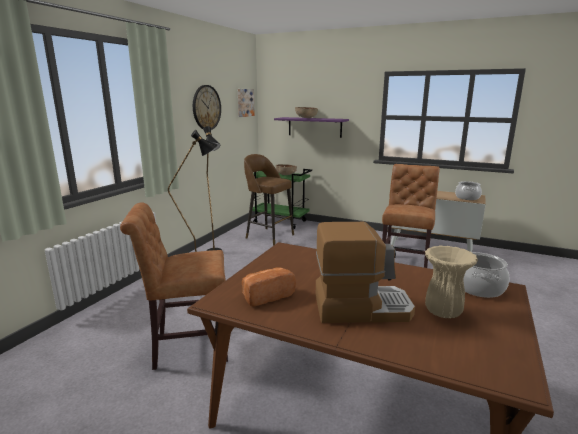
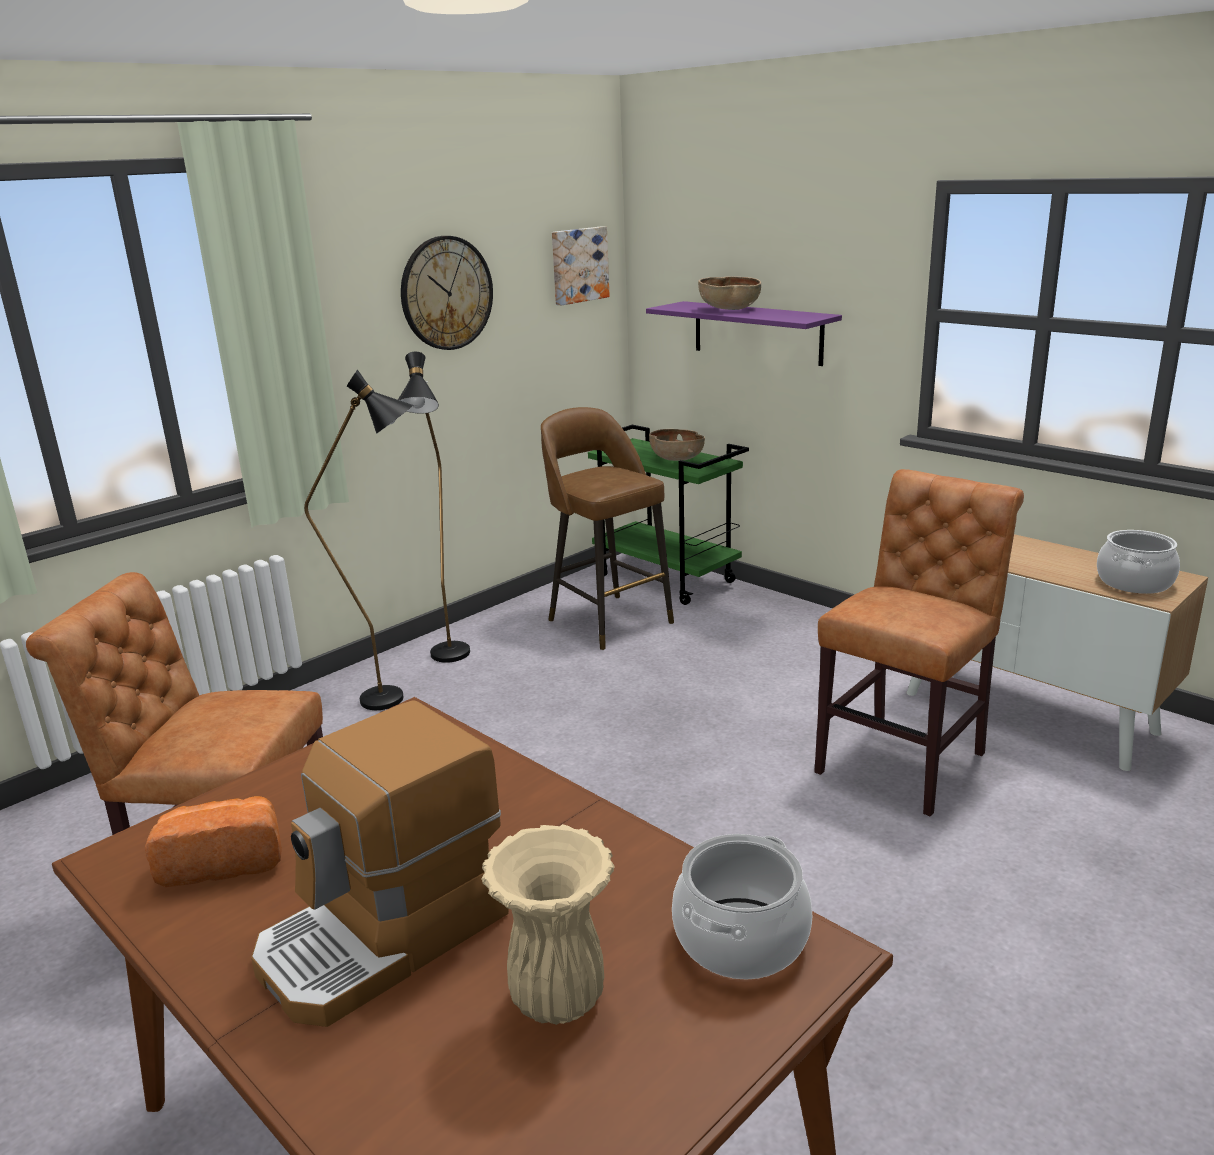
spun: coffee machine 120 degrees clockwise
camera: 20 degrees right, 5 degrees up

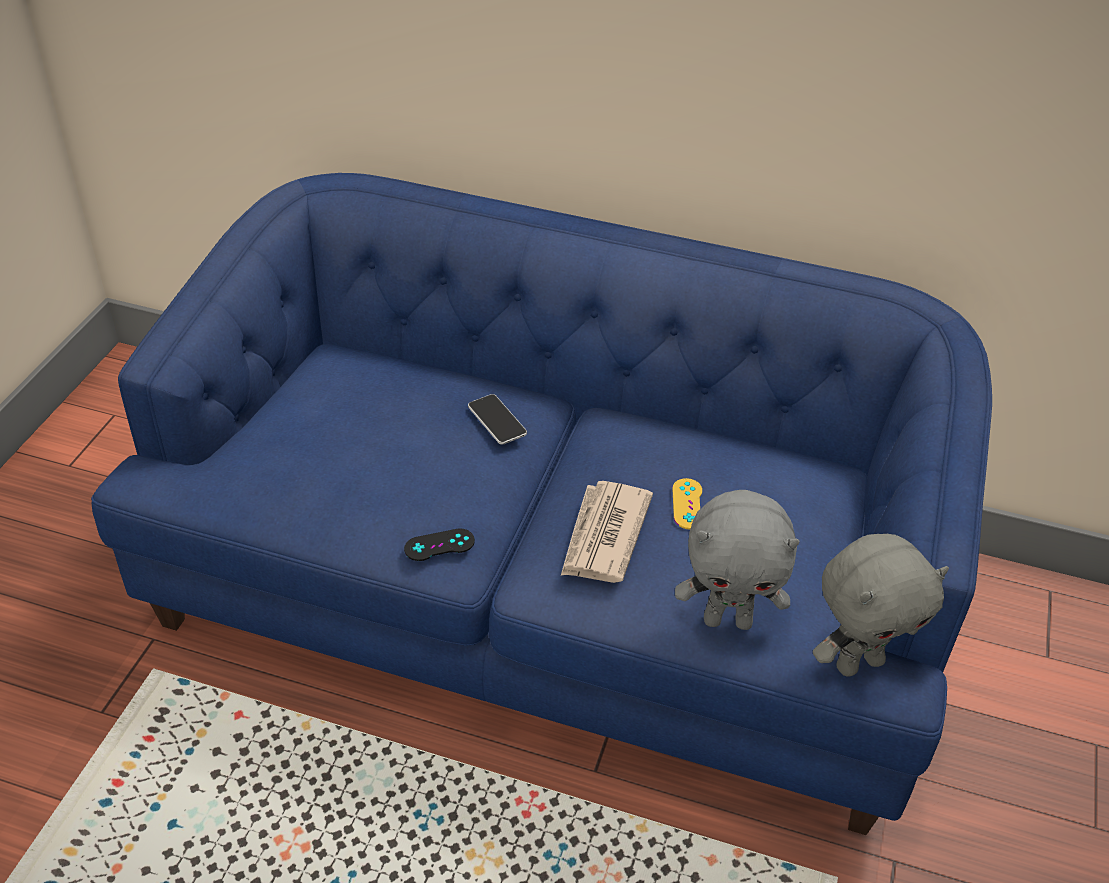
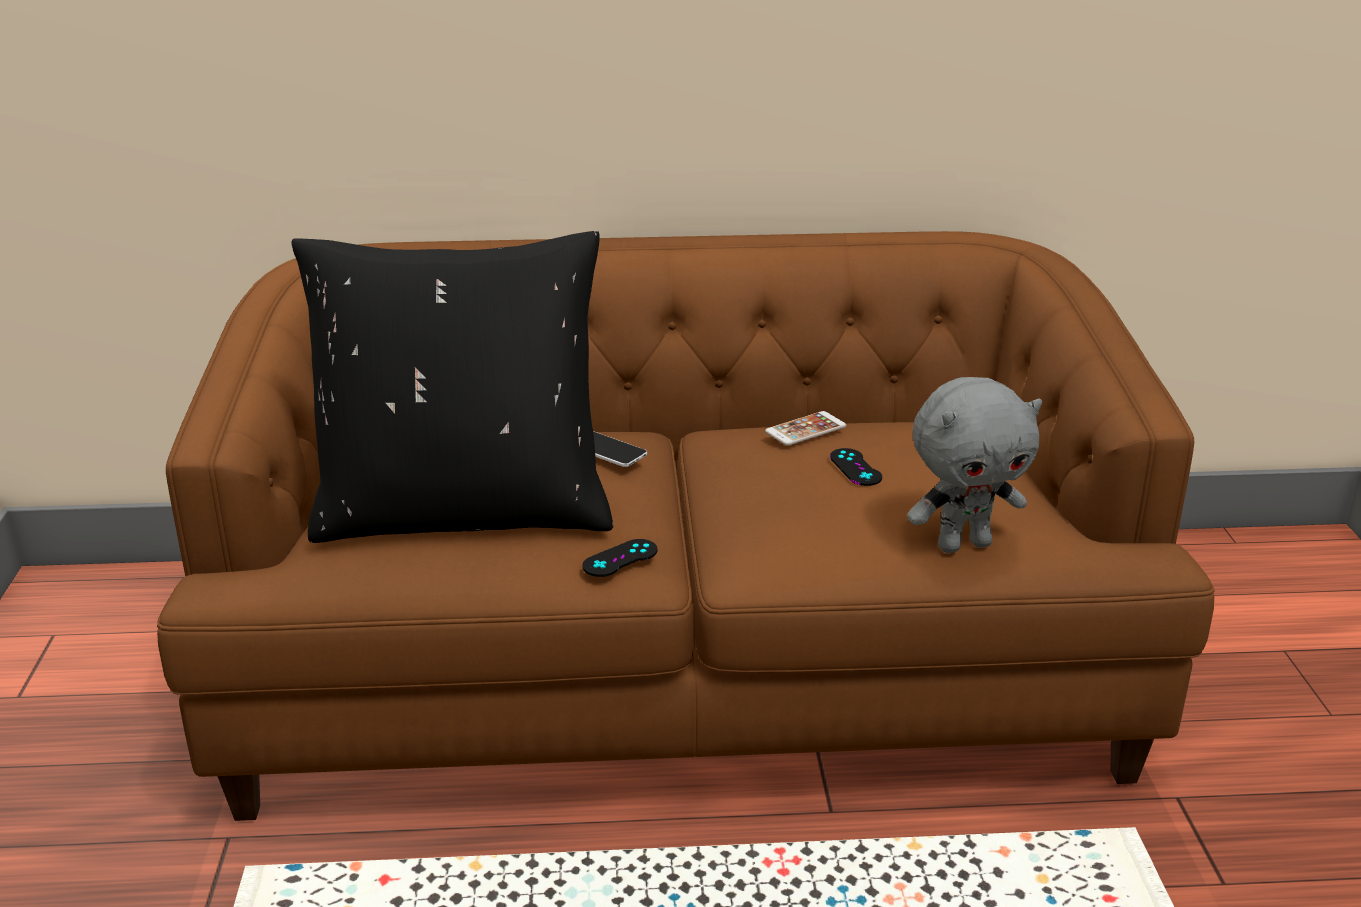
missing: newspaper; grey plush toy (no. 2 from left)
appeared: black pillow; phone (no. 2 from left)
colour: blue sofa to brown sofa; yellow game controller to black game controller (no. 2 from left)
camera: 20 degrees left, 15 degrees down

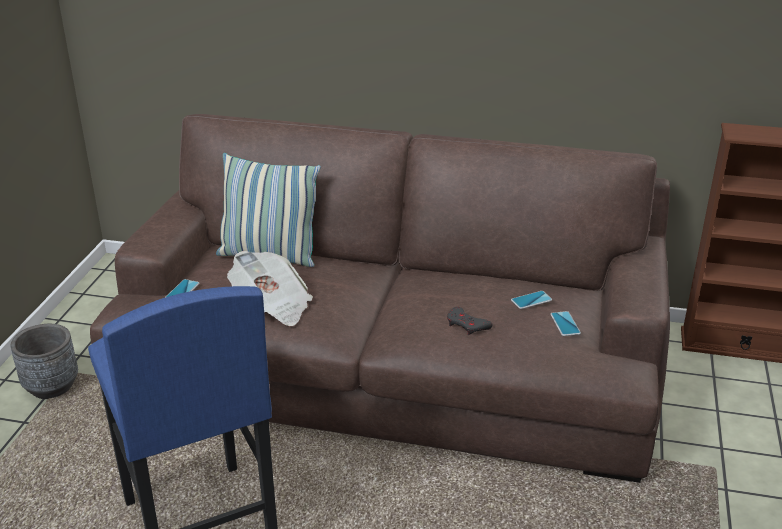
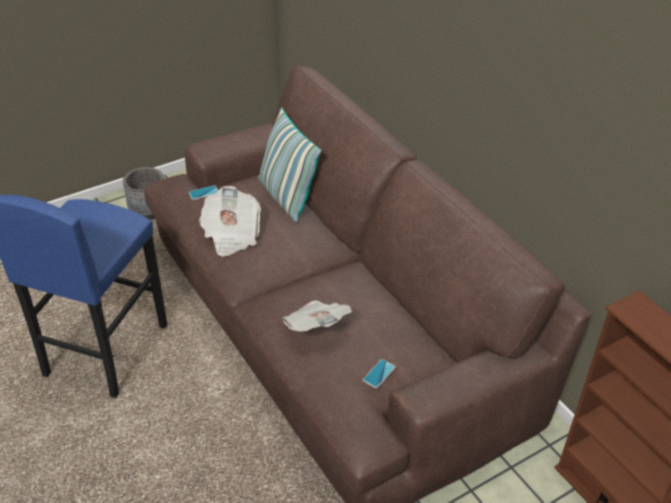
missing: phone (no. 2 from left)
exchanged: grey game controller to newspaper (no. 2 from left)
camera: 45 degrees right, 10 degrees up

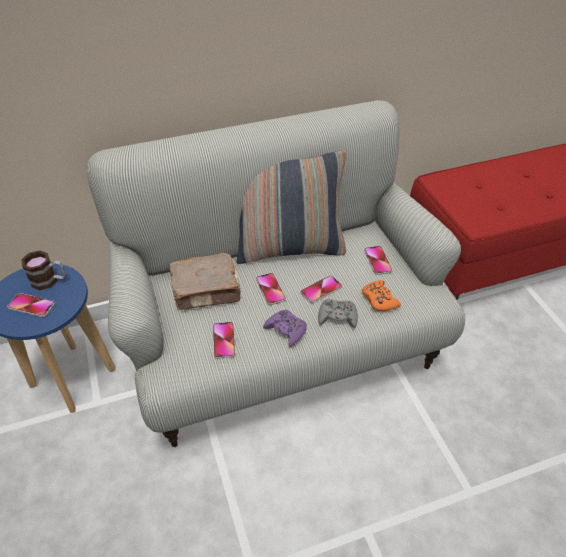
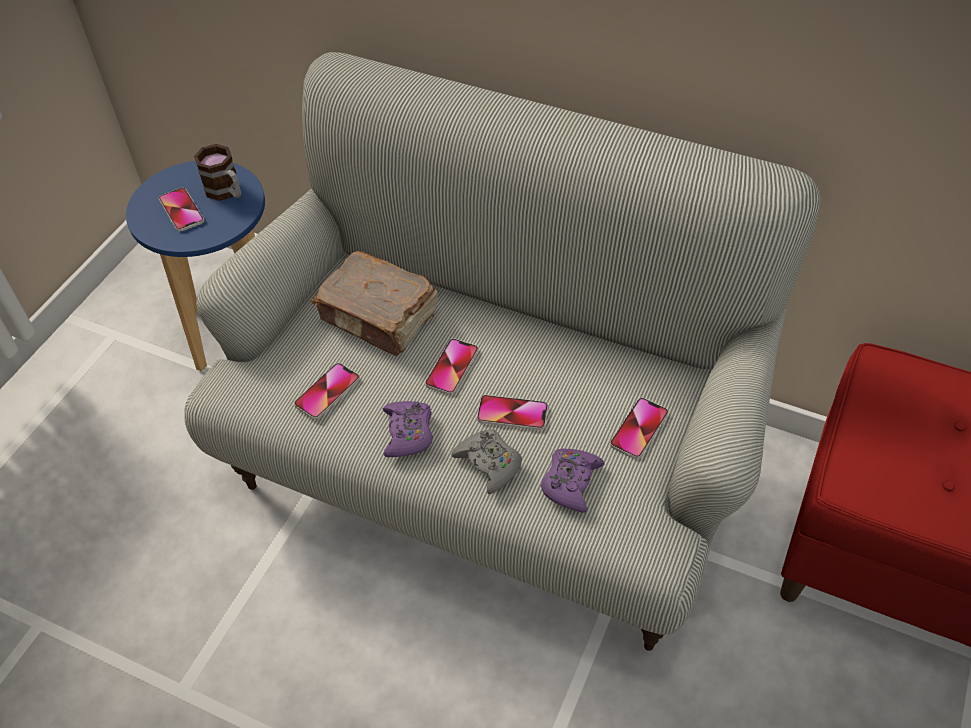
missing: pillow
colour: orange game controller to purple game controller (no. 2 from left)
camera: 45 degrees right, 5 degrees up

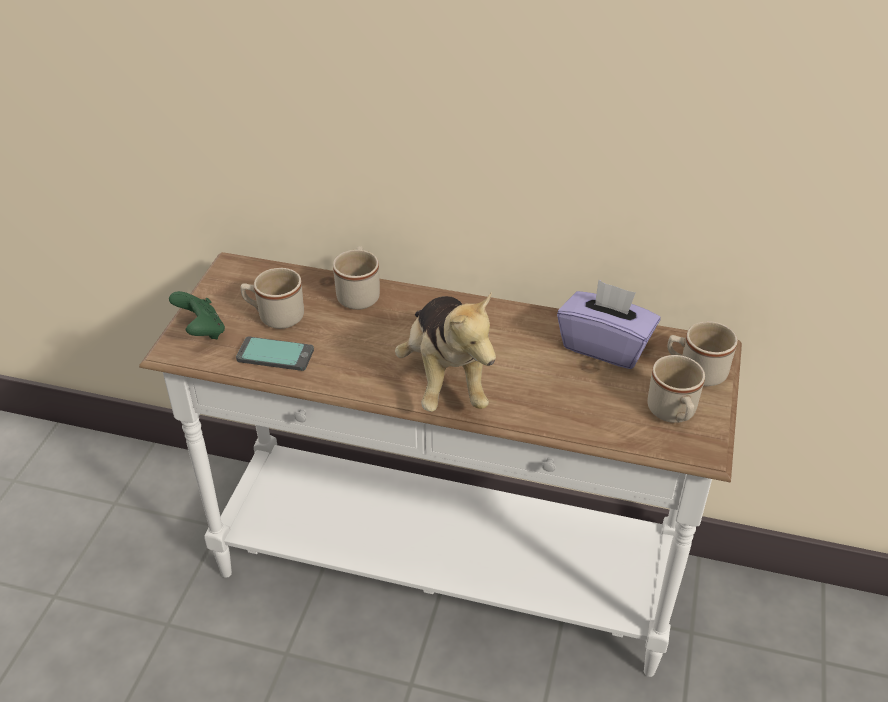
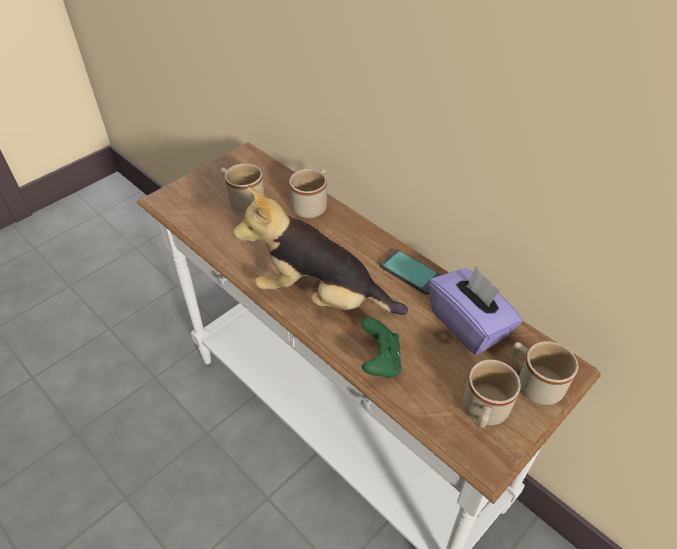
relocated: green game controller; phone
spun: plush toy 90 degrees clockwise
camera: 30 degrees right, 5 degrees up

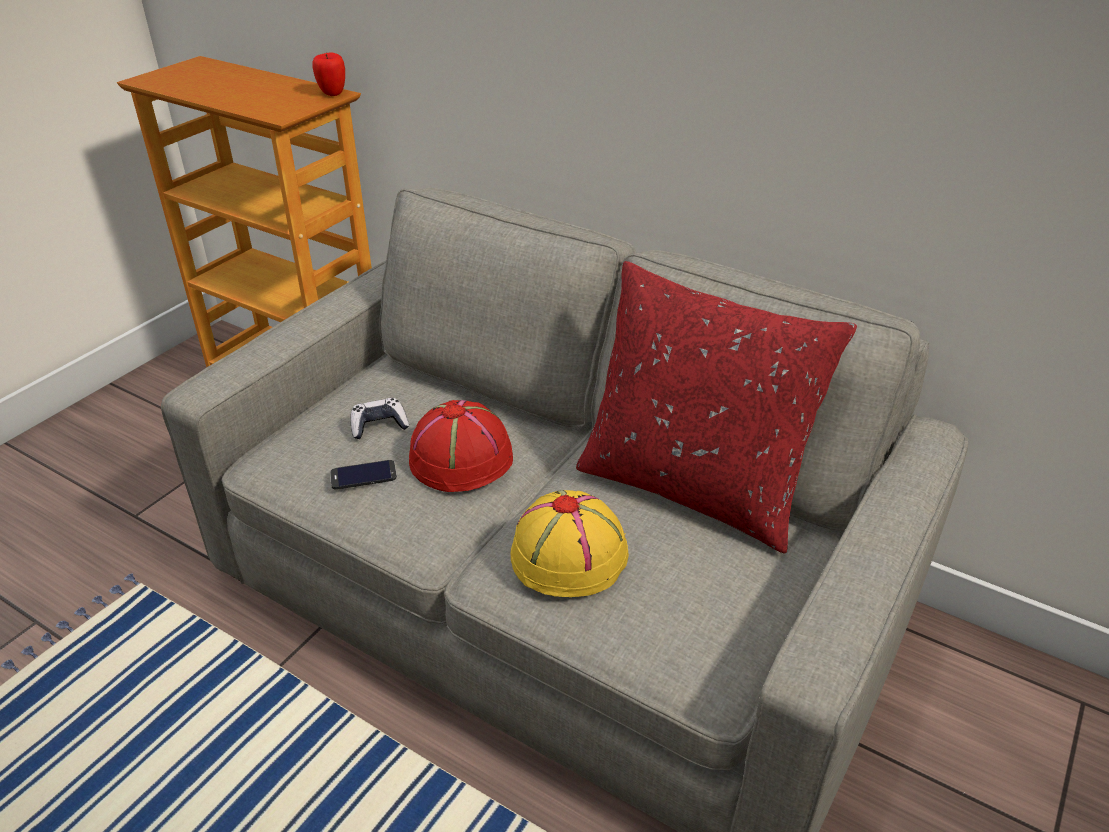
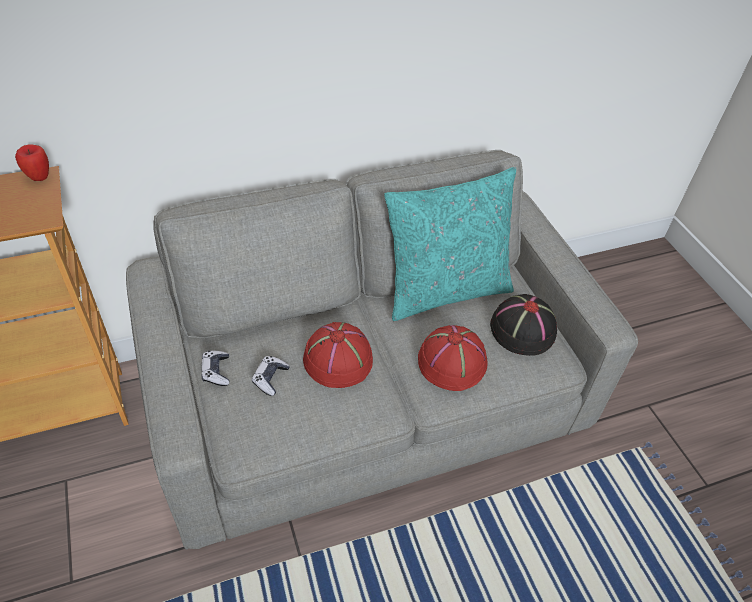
missing: phone
appeared: black hat; game controller (no. 1 from left)
colour: red pillow to turquoise pillow; yellow hat to red hat (no. 2 from left)
camera: 55 degrees left, 10 degrees up

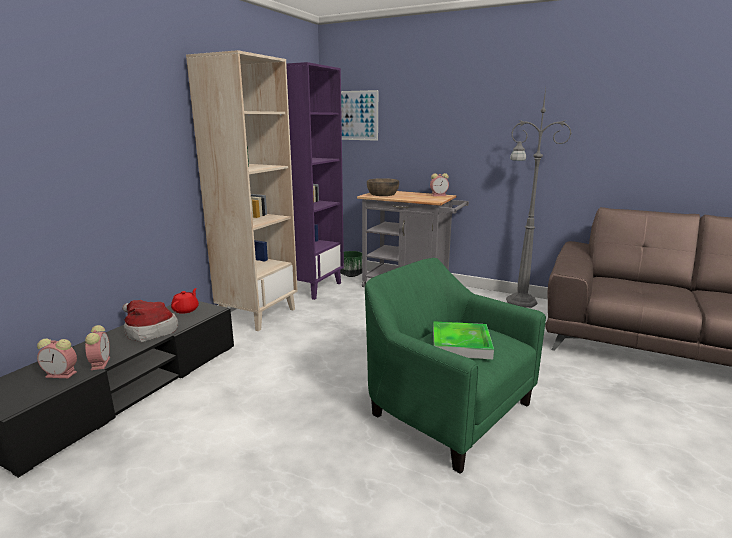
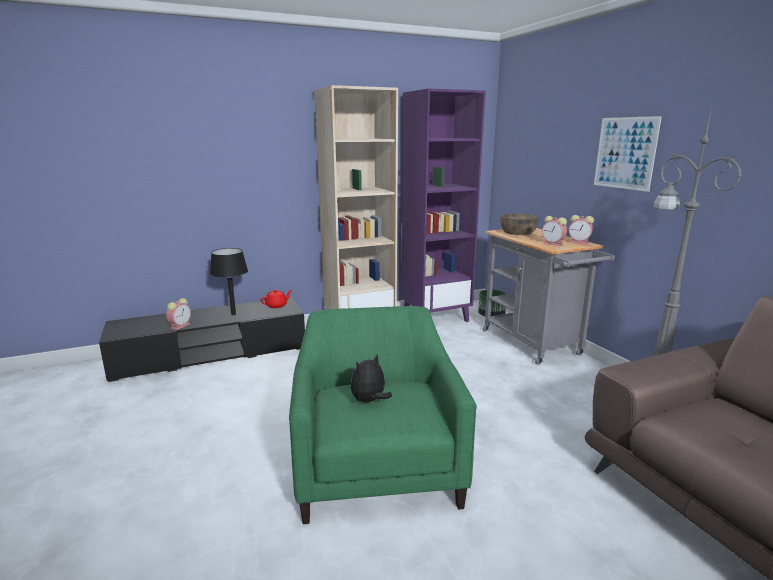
relocated: picture; alarm clock (no. 1 from left in the first image) to alarm clock (no. 2 from left)
exchanged: hat to black table lamp; tray to plush toy
camera: 40 degrees right, 0 degrees up

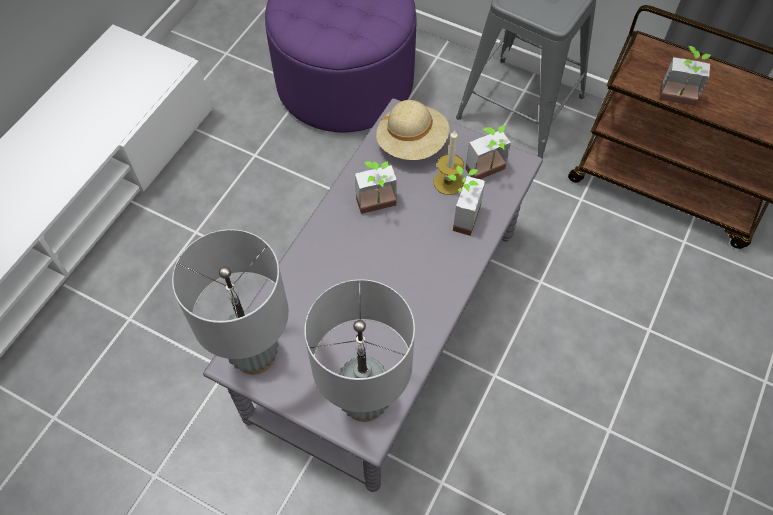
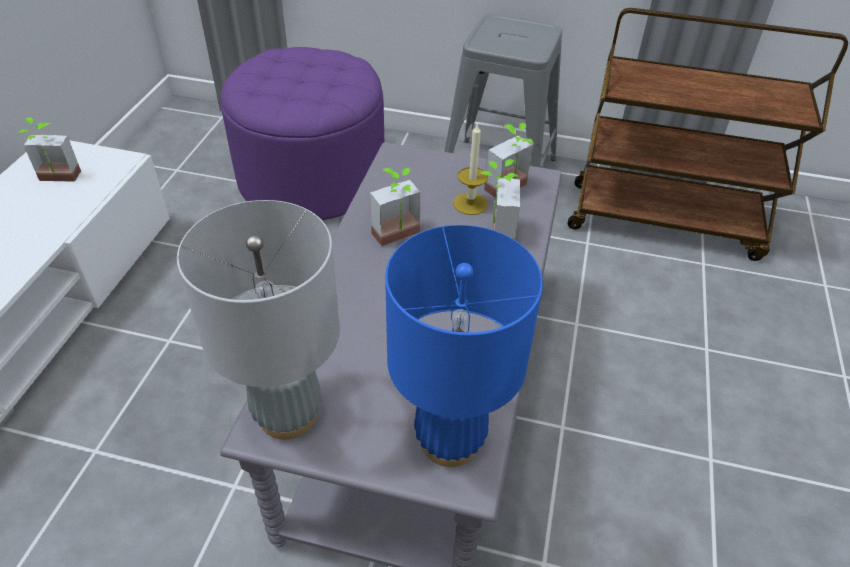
missing: beige hat
relocated: potted plant (no. 4 from left in the first image) to potted plant (no. 1 from left)
colour: grey table lamp (no. 2 from left) to blue table lamp
camera: 15 degrees left, 15 degrees down

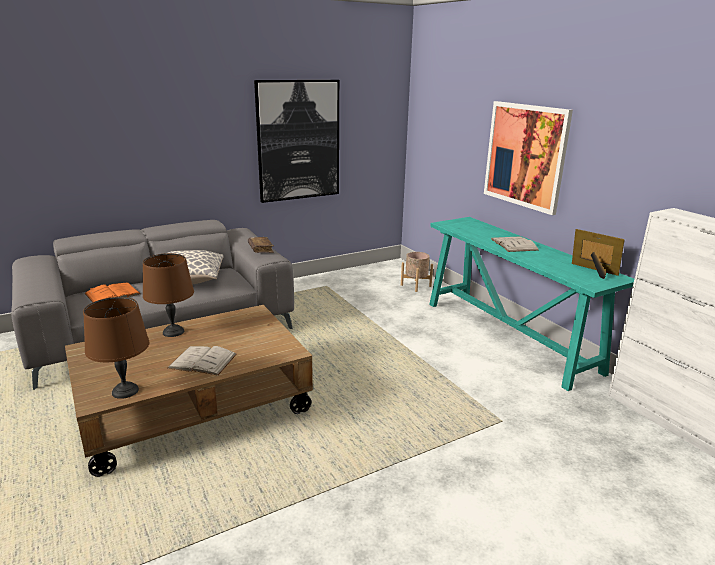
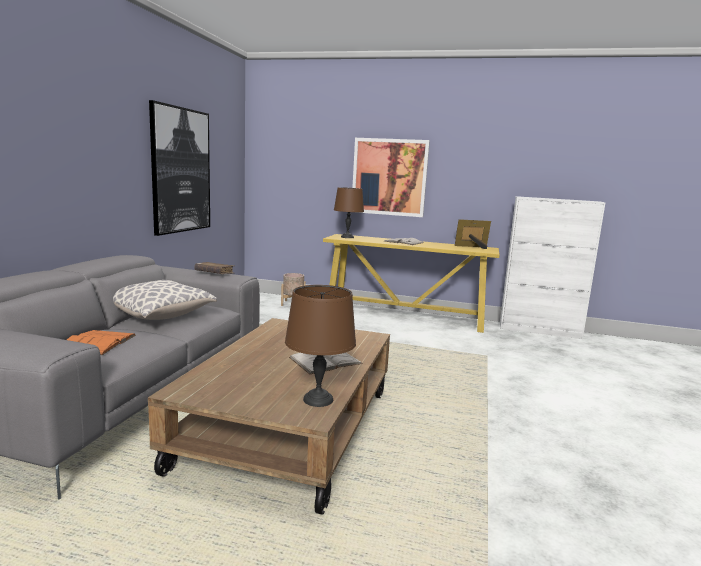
relocated: brown table lamp (no. 2 from left)
colour: turquoise console table to yellow console table
camera: 45 degrees left, 10 degrees down

